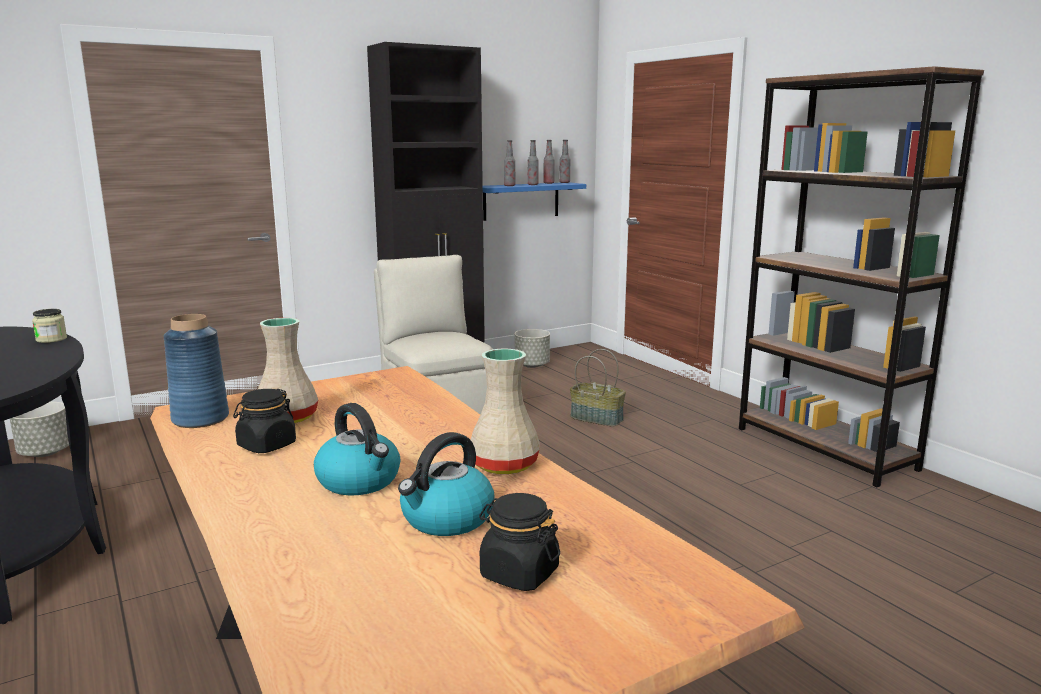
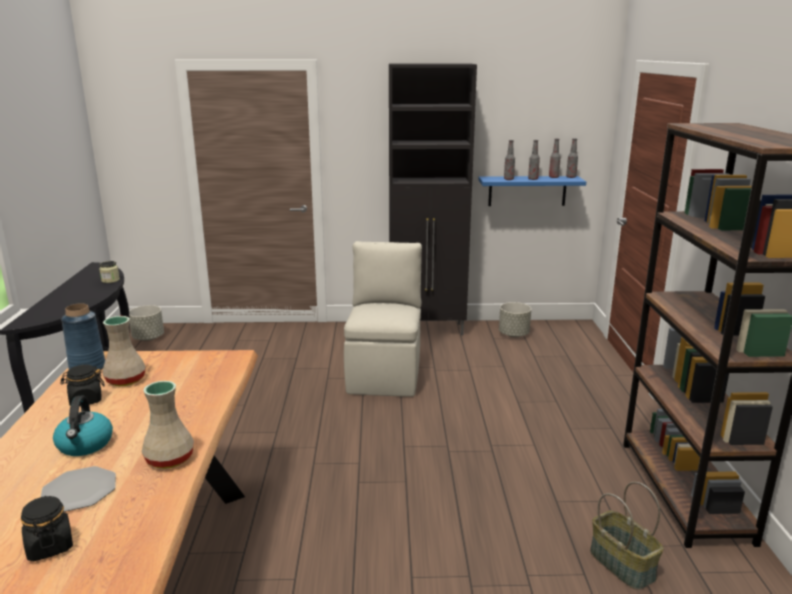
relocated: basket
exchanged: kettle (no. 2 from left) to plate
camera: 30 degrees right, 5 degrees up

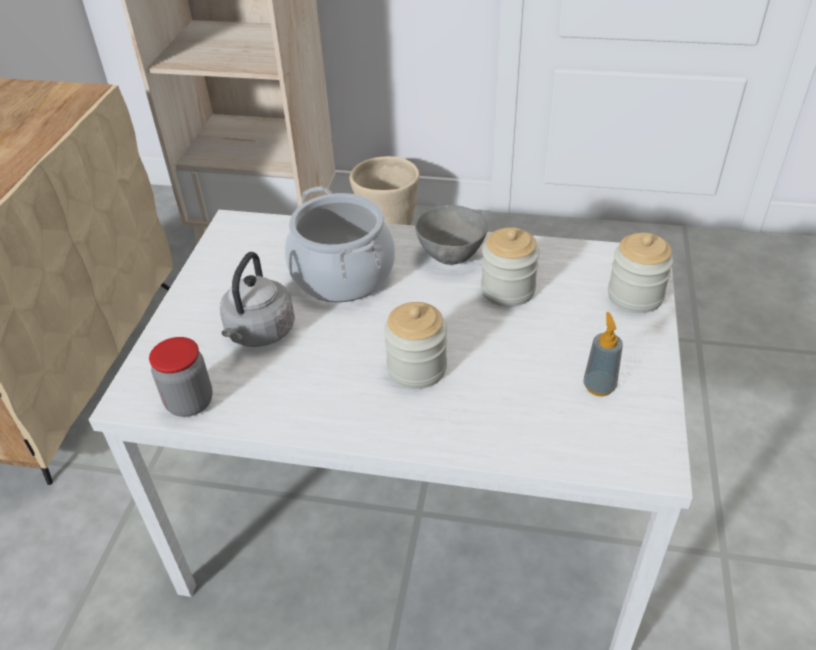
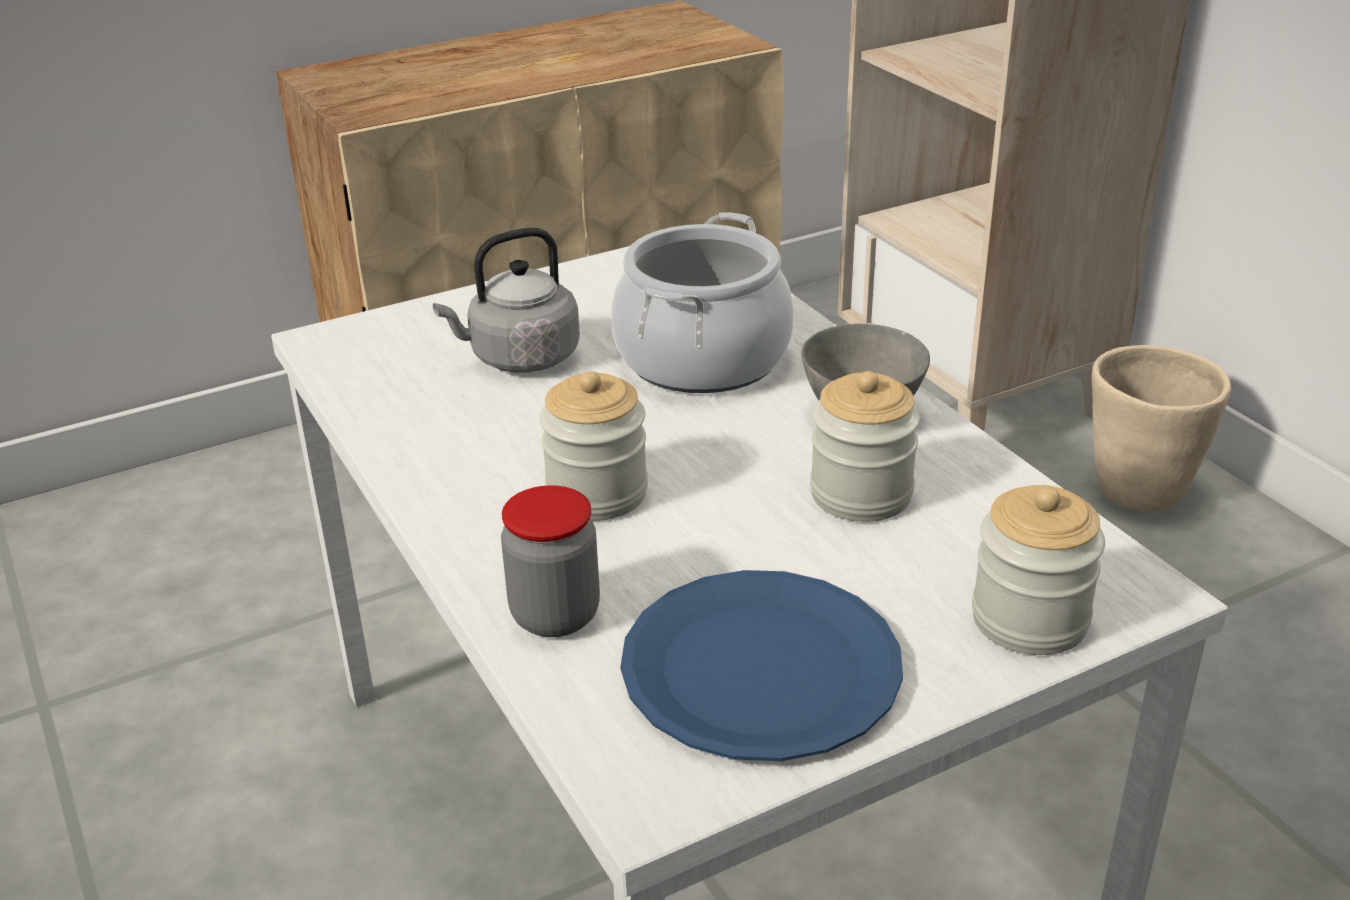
relocated: jar (no. 1 from left)
exchanged: soap dispenser to blue plate
camera: 50 degrees right, 10 degrees down

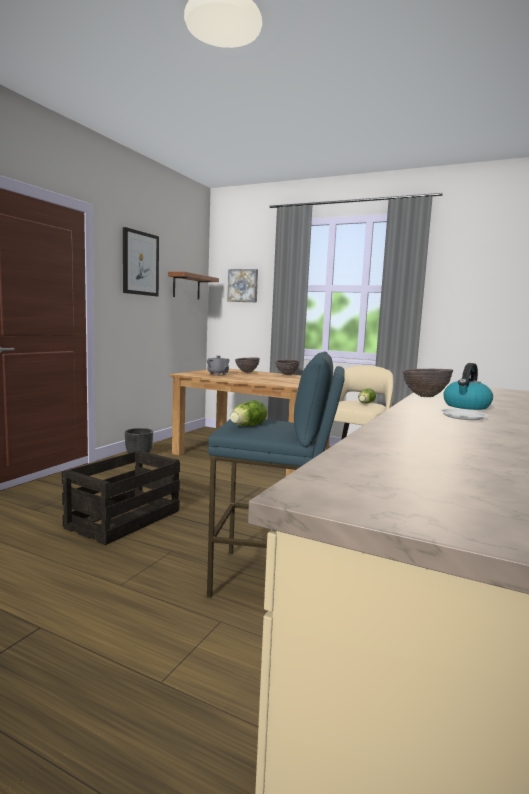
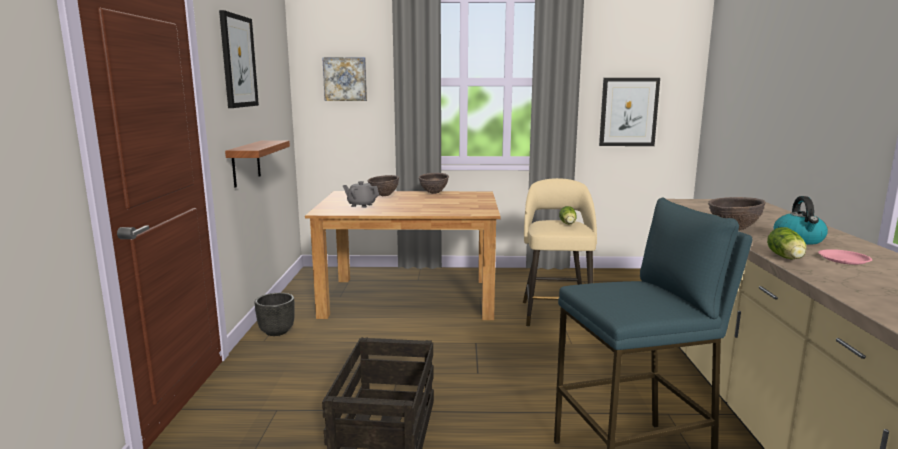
appeared: picture (no. 3 from left)
relocated: shelf; lettuce (no. 1 from left in the first image) to lettuce (no. 2 from left)
colour: white plate to pink plate
camera: 25 degrees left, 5 degrees up

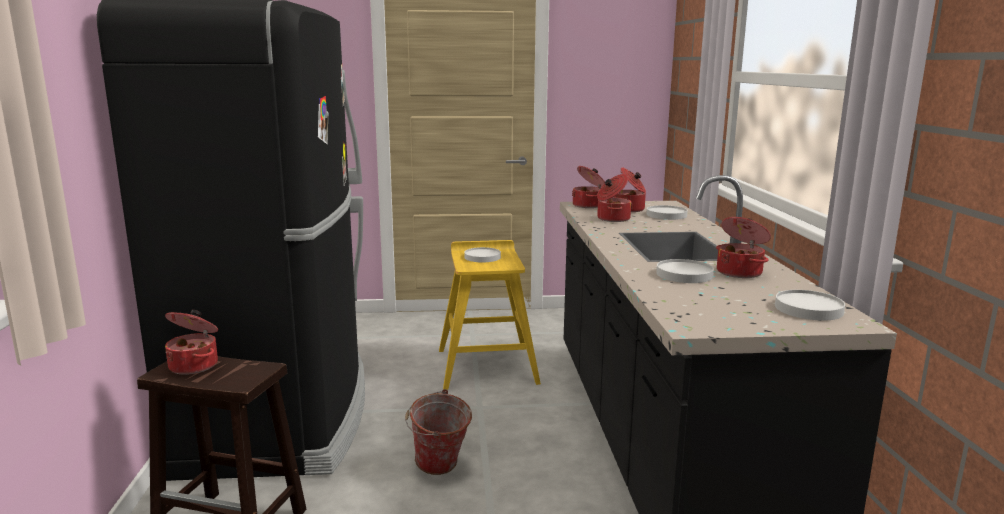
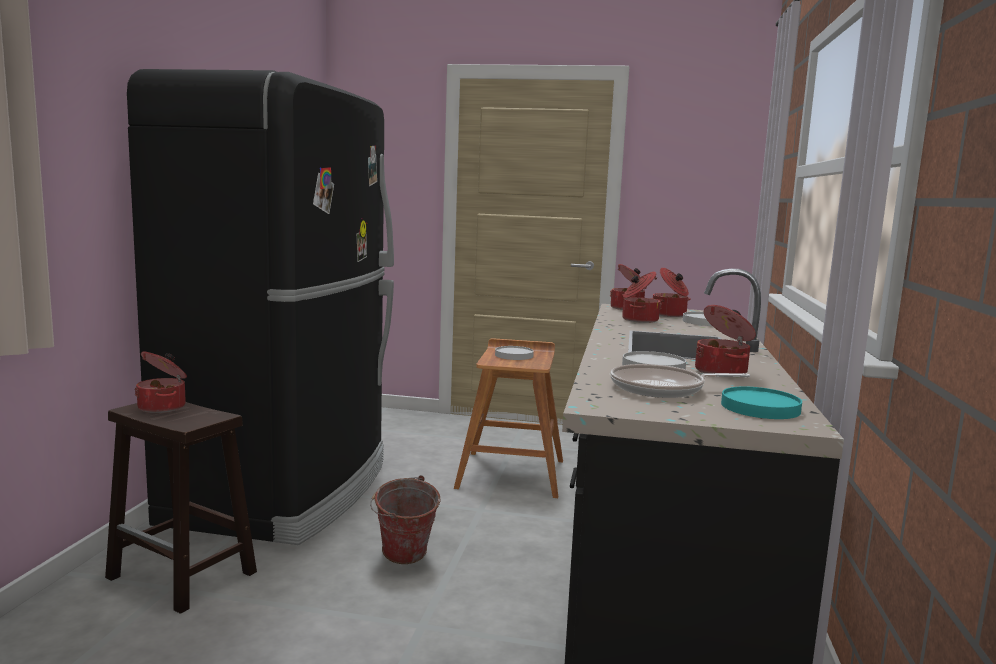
appeared: frying pan
colour: yellow stool to brown stool (no. 2 from left); white plate (no. 4 from left) to turquoise plate
camera: 15 degrees right, 5 degrees down

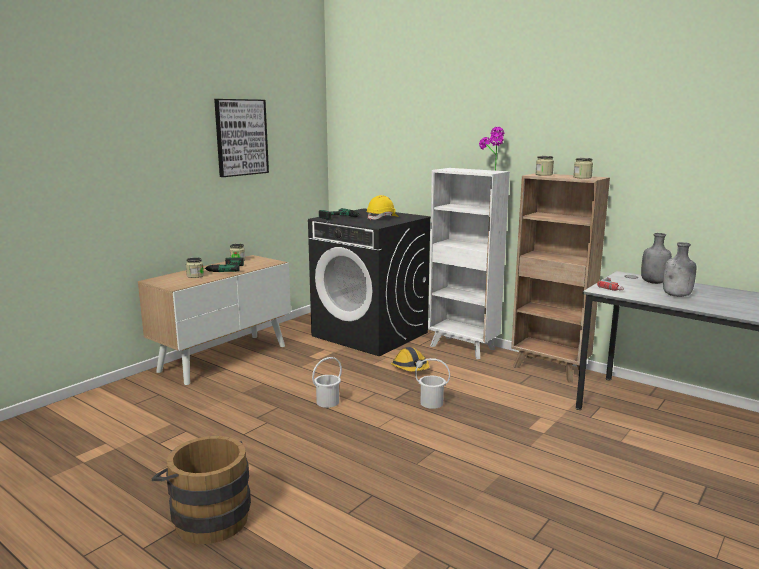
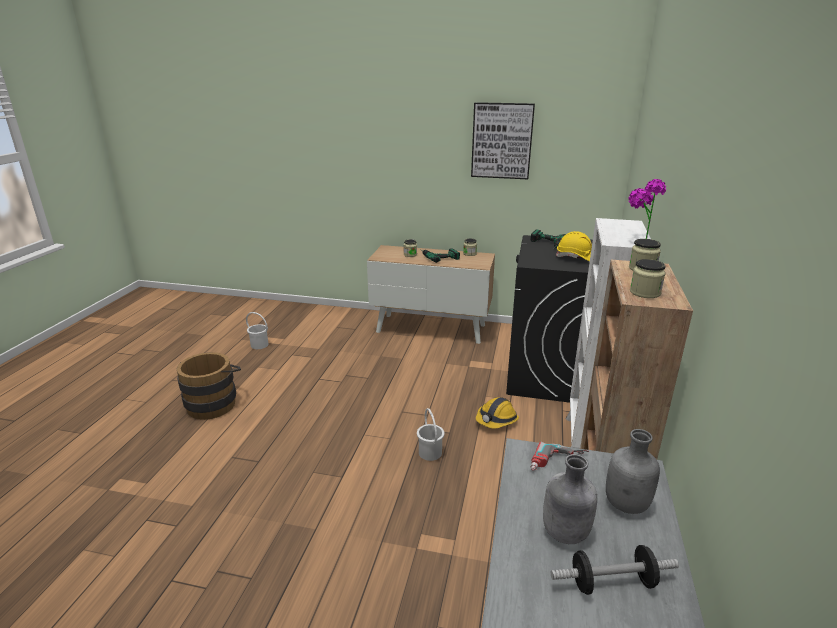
appeared: dumbbell
relocated: white bucket (no. 1 from left)
camera: 65 degrees right, 10 degrees up

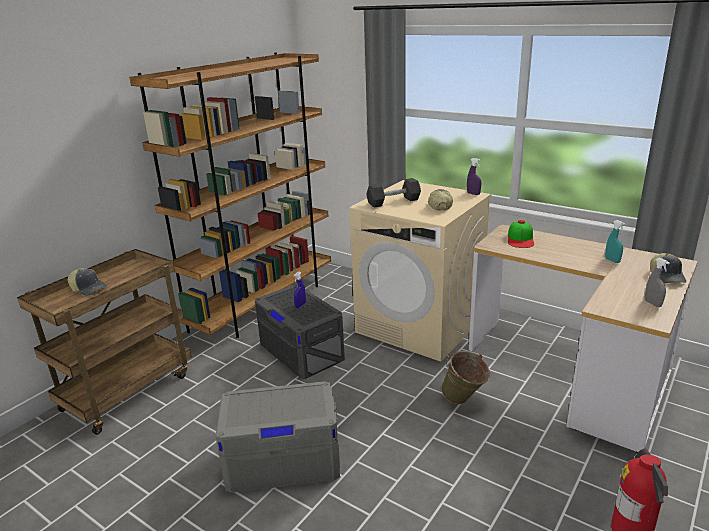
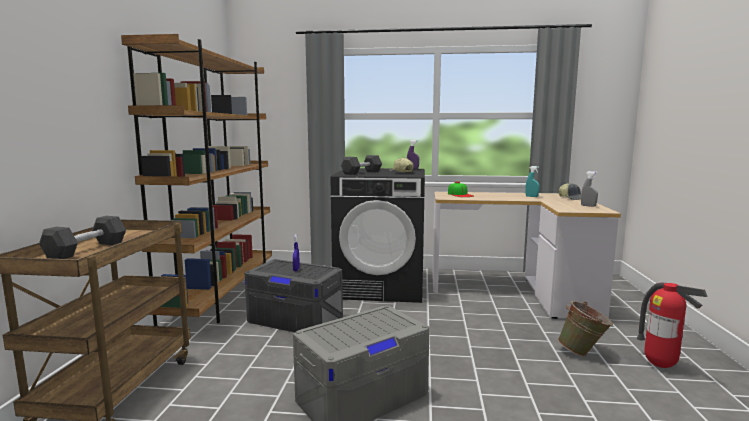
relocated: green bucket
exchanged: cap (no. 1 from left) to black dumbbell (no. 1 from left)
colour: beige washing machine to black washing machine
camera: 30 degrees left, 15 degrees down

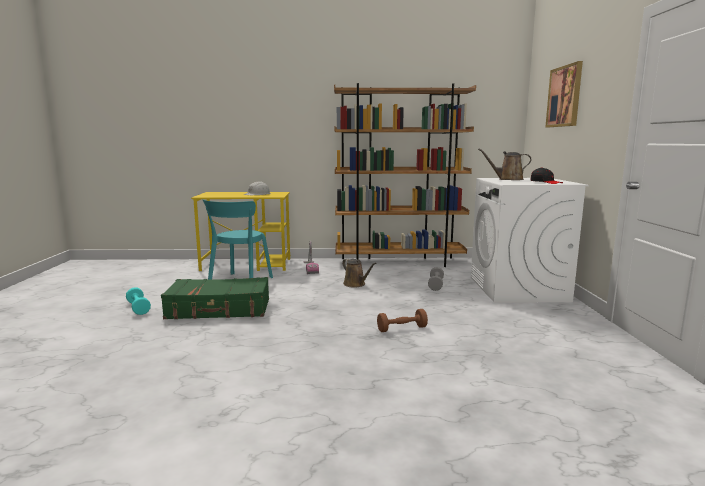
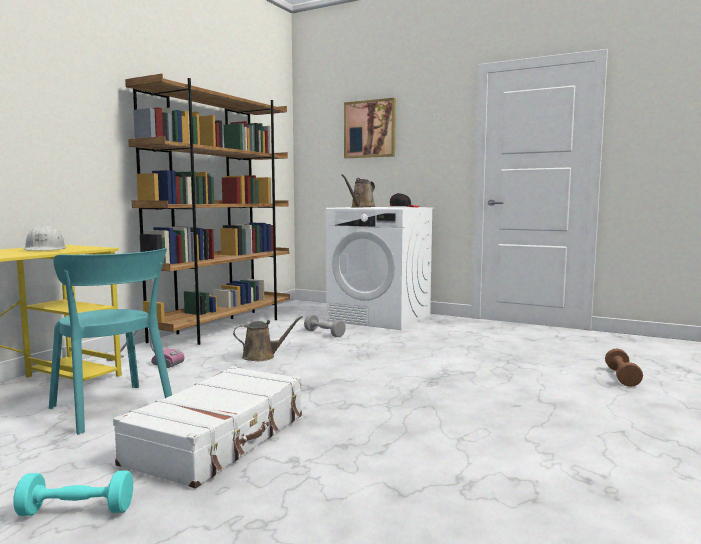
relocated: brown dumbbell
colour: green suitcase to white suitcase
camera: 60 degrees left, 5 degrees down

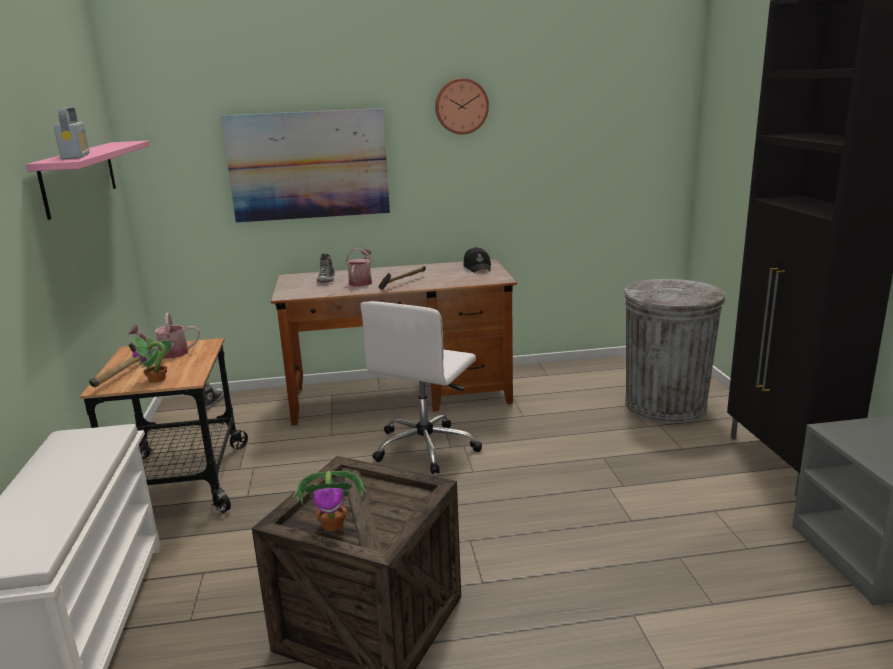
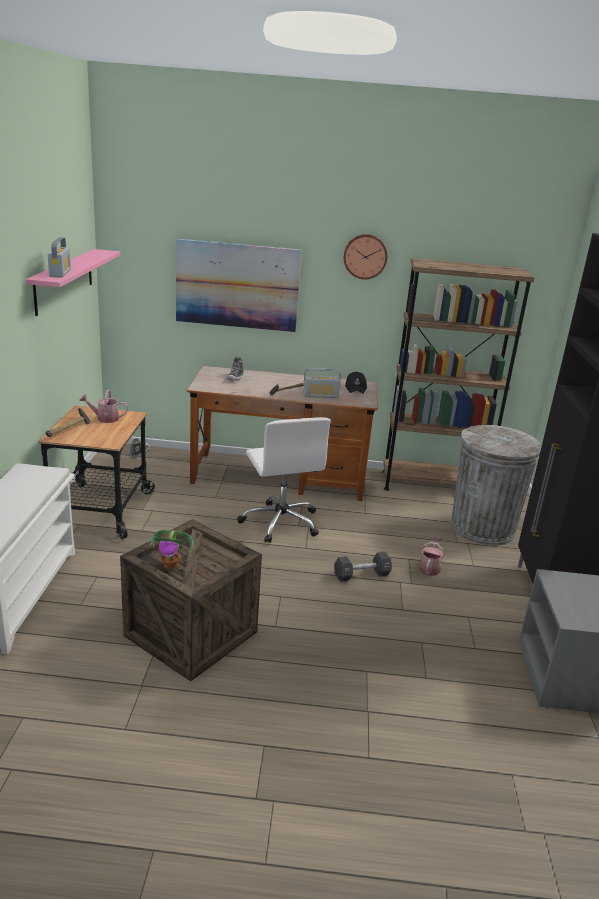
missing: potted plant (no. 1 from left)
appeared: brown bookcase; radio (no. 2 from left); black dumbbell
relocated: watering can (no. 2 from left)
spun: white office chair 60 degrees counterclockwise
camera: 10 degrees right, 5 degrees up

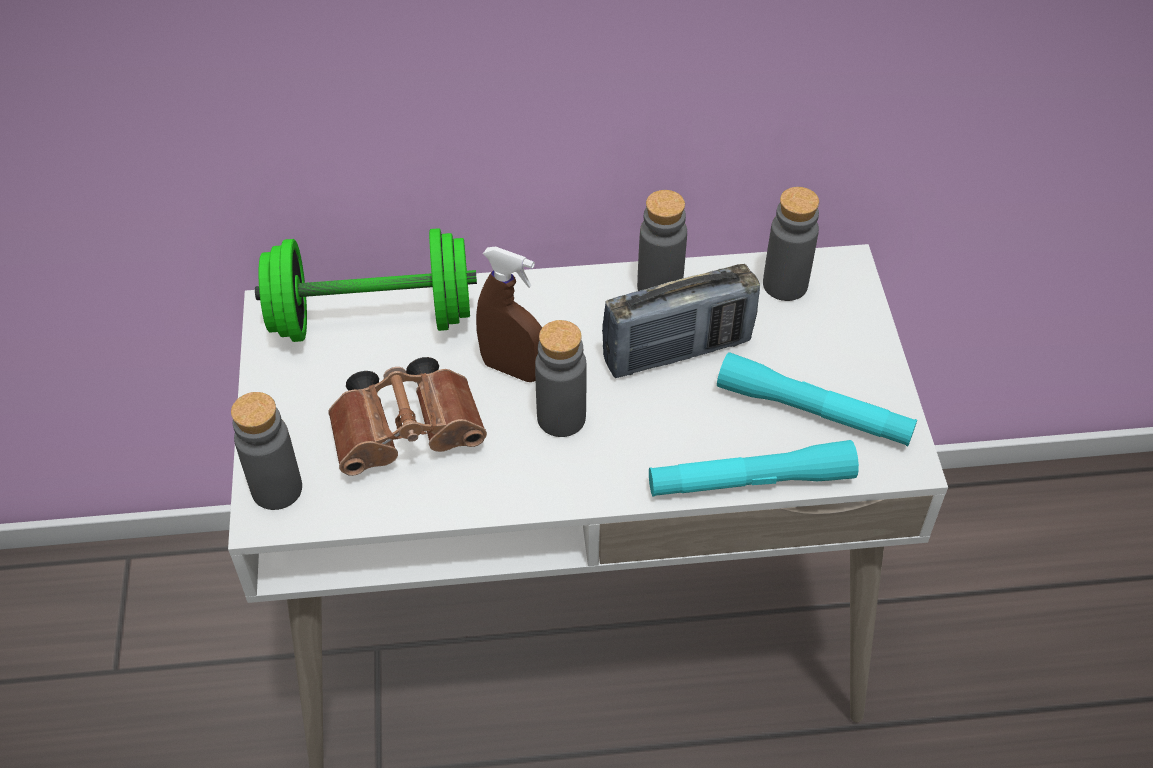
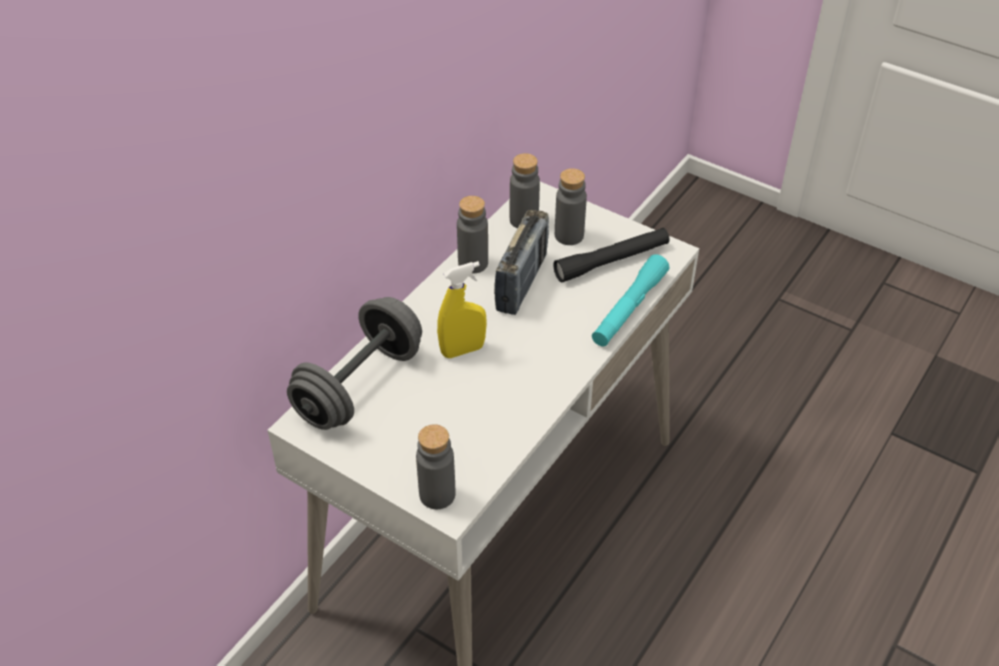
missing: brown binoculars
relocated: grey bottle (no. 2 from left in the first image) to grey bottle (no. 4 from left)
colour: green dumbbell to grey dumbbell; brown spray bottle to yellow spray bottle; turquoise flashlight (no. 2 from left) to black flashlight
camera: 50 degrees left, 5 degrees down

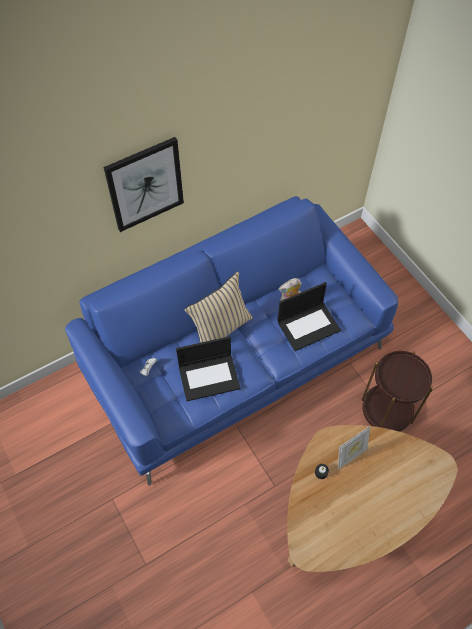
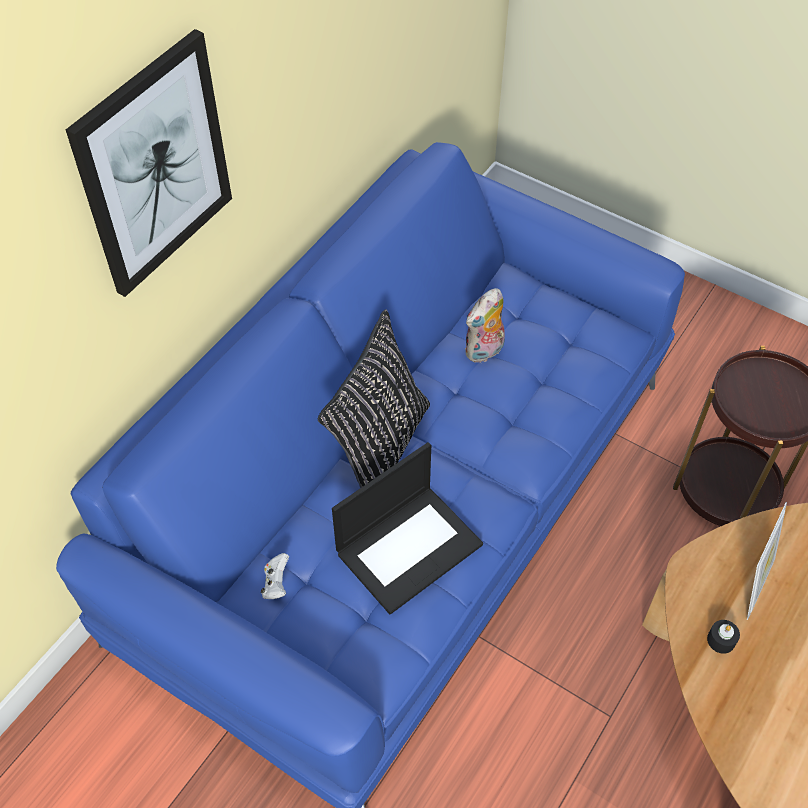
missing: laptop (no. 2 from left)
colour: beige pillow to black pillow
camera: 25 degrees left, 5 degrees down

